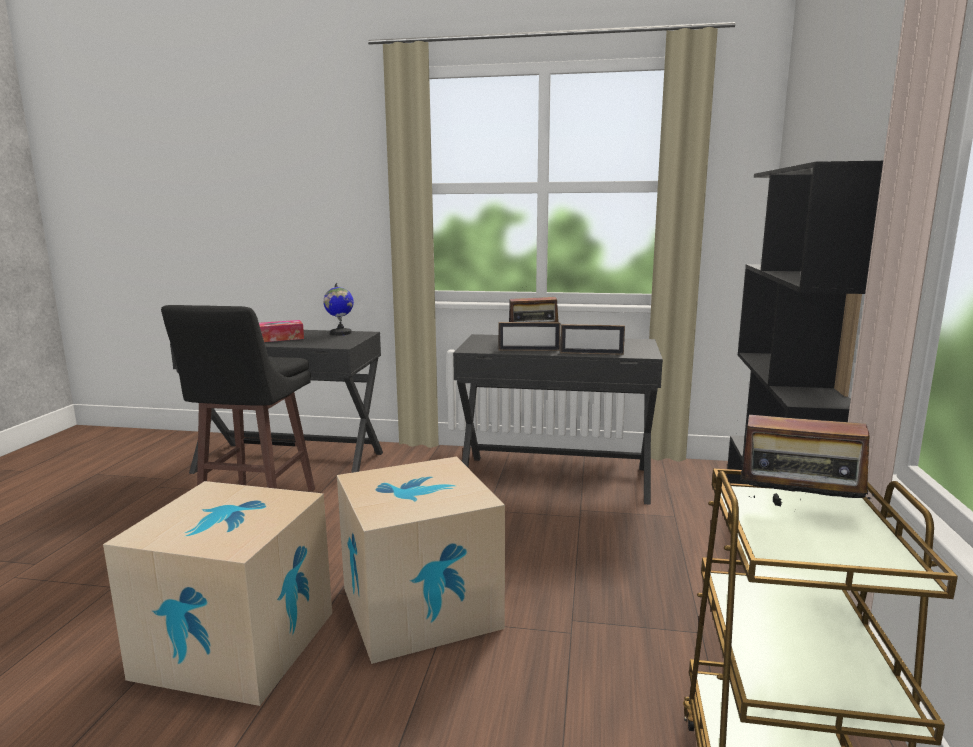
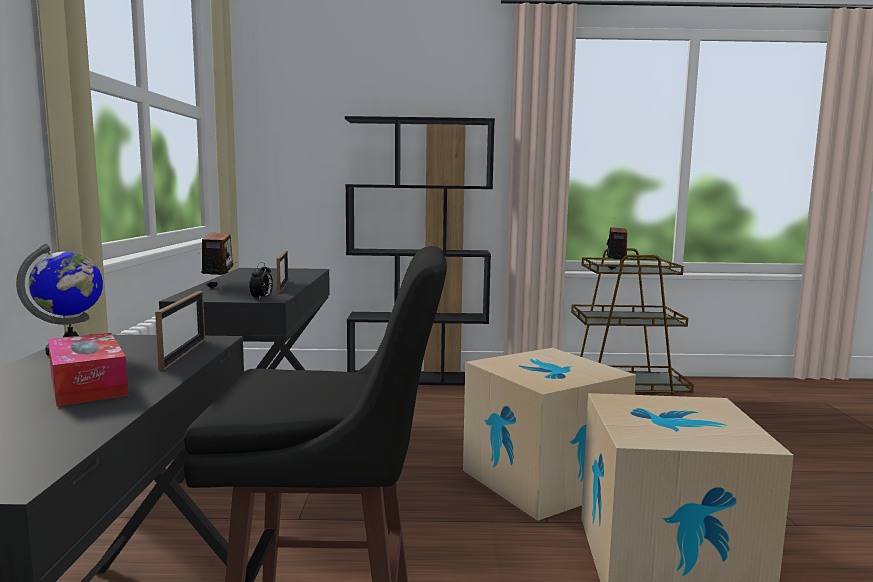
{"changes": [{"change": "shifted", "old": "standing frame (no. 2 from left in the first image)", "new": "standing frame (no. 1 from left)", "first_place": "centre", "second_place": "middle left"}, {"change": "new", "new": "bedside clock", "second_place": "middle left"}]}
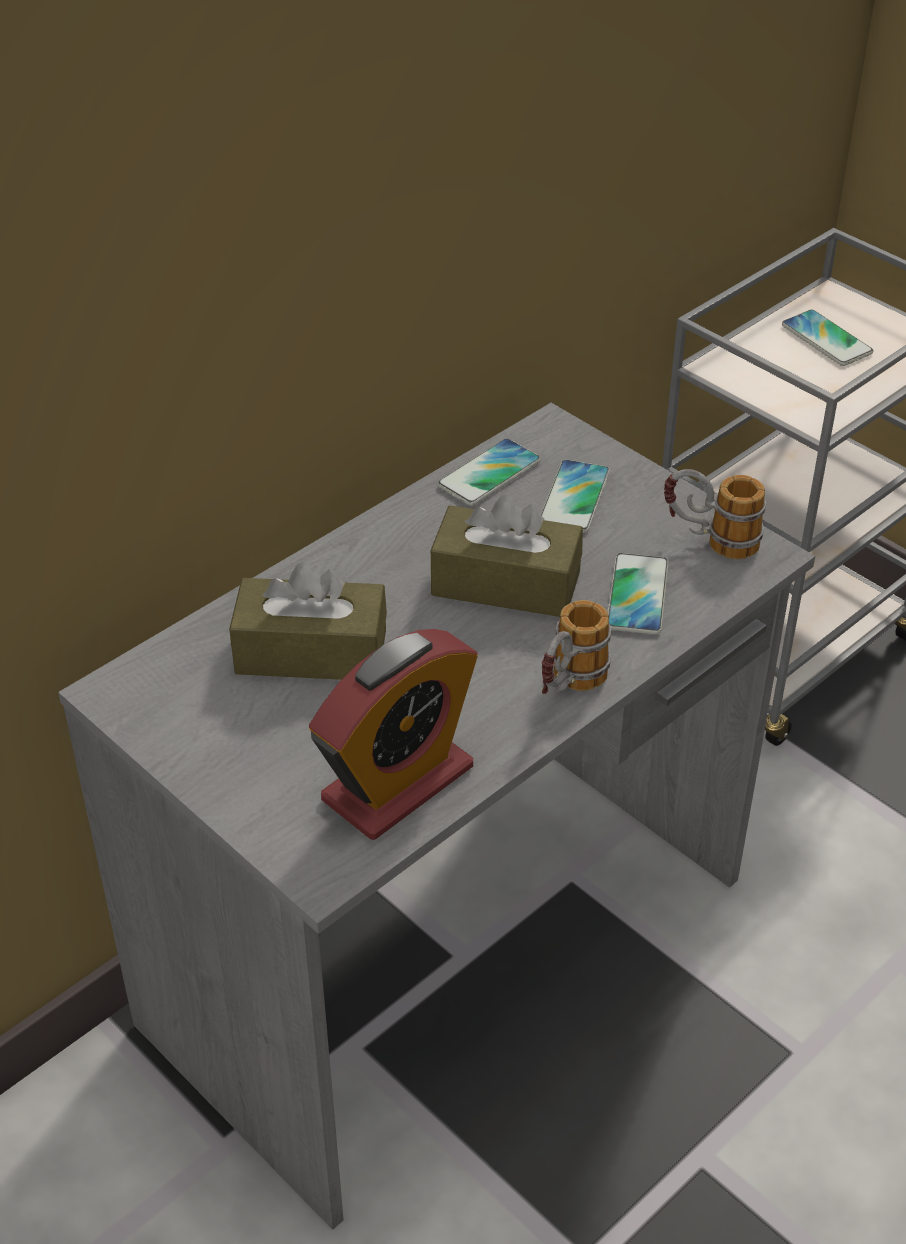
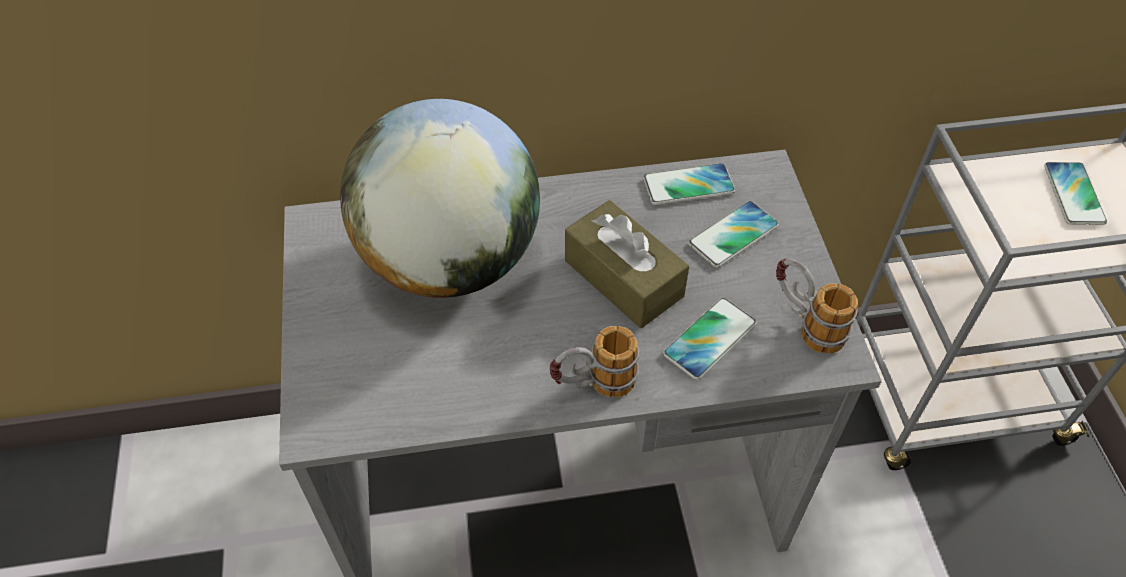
{"changes": [{"change": "swapped", "old": "brown tissue holder (no. 1 from left)", "new": "globe", "first_place": "centre", "second_place": "centre"}, {"change": "gone", "old": "bedside clock", "first_place": "centre"}]}
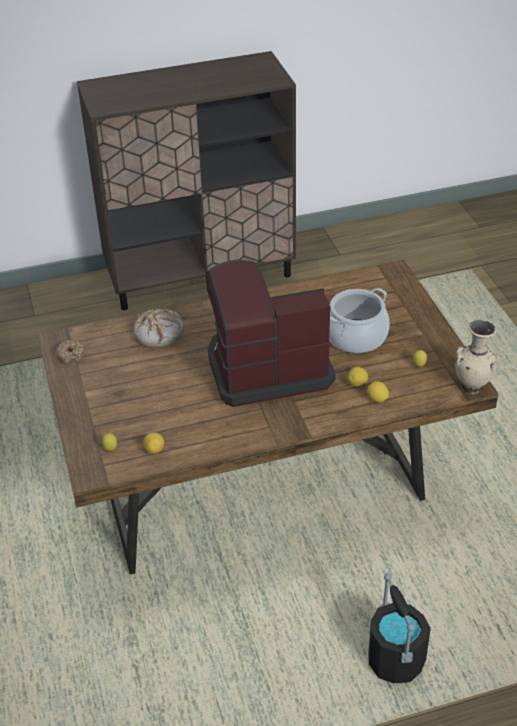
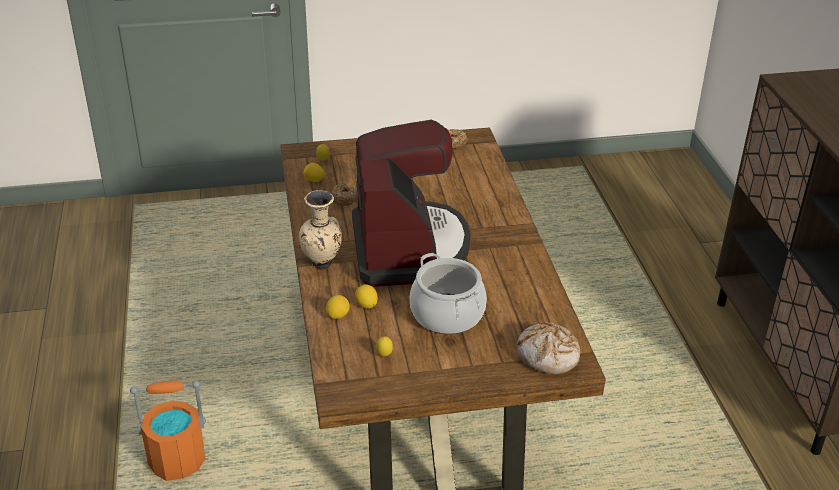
{"changes": [{"change": "shifted", "old": "bread", "first_place": "middle left", "second_place": "bottom centre"}, {"change": "shifted", "old": "beige vase", "first_place": "middle right", "second_place": "centre"}, {"change": "repainted", "old": "black bucket", "new": "orangey bucket", "first_place": "bottom right", "second_place": "bottom left"}, {"change": "new", "new": "doughnut (no. 1 from left)", "second_place": "centre"}]}
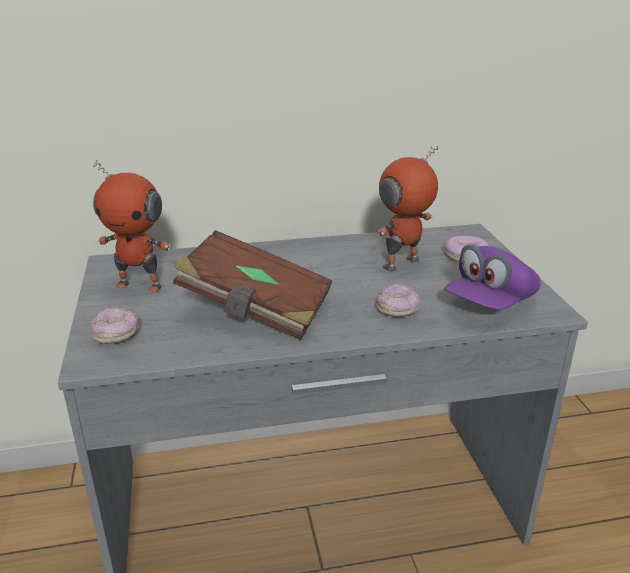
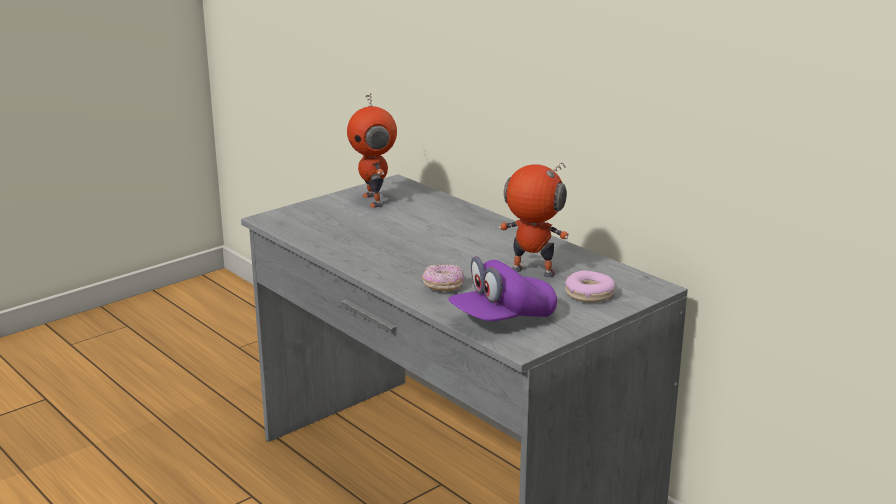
{"changes": [{"change": "gone", "old": "brown book", "first_place": "centre"}, {"change": "rotated", "old": "purple-coloured cap", "first_place": "middle right", "second_place": "centre", "degrees": -45}, {"change": "gone", "old": "doughnut (no. 1 from left)", "first_place": "middle left"}]}
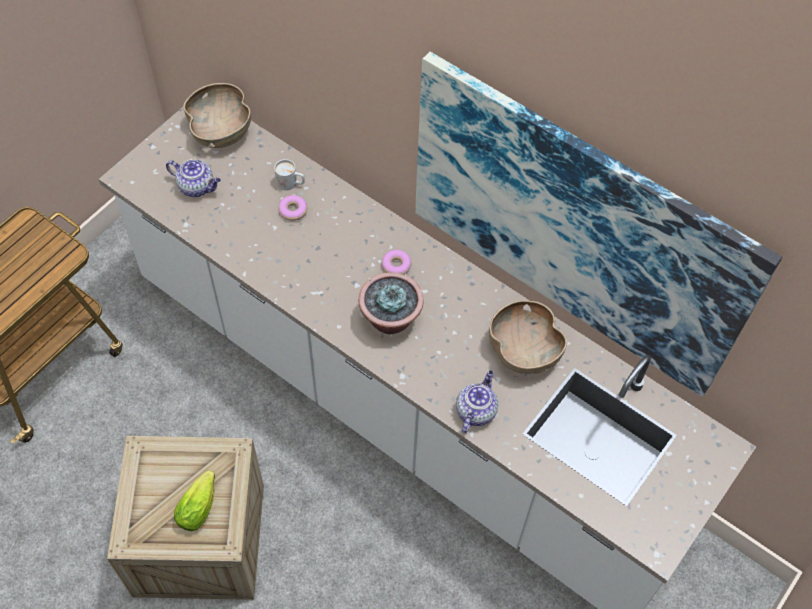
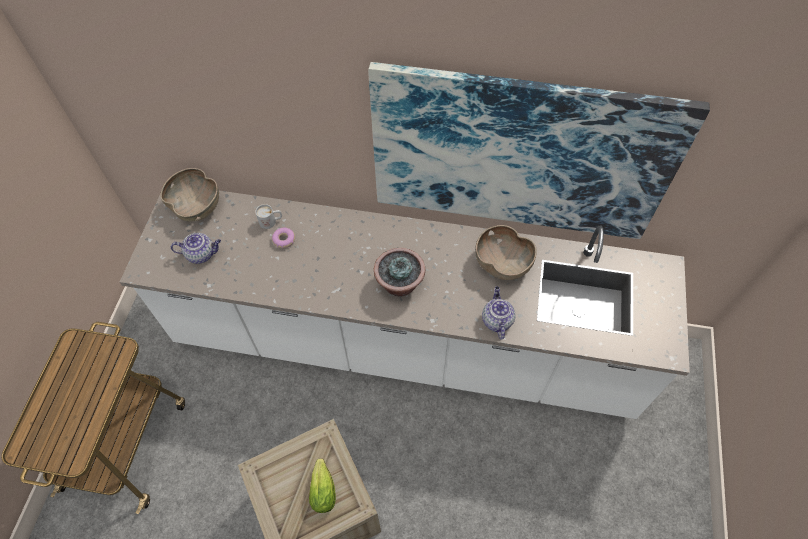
{"changes": [{"change": "gone", "old": "doughnut (no. 2 from left)", "first_place": "centre"}]}
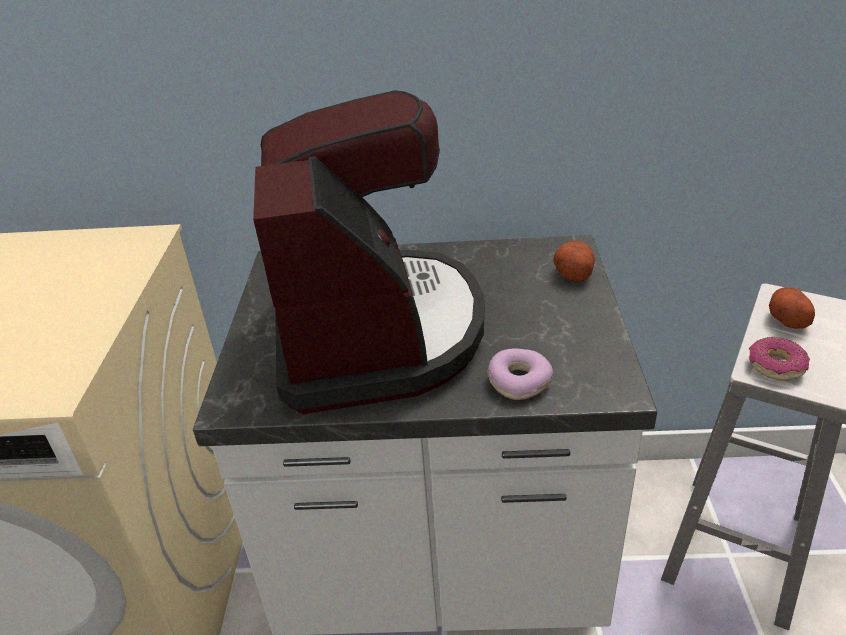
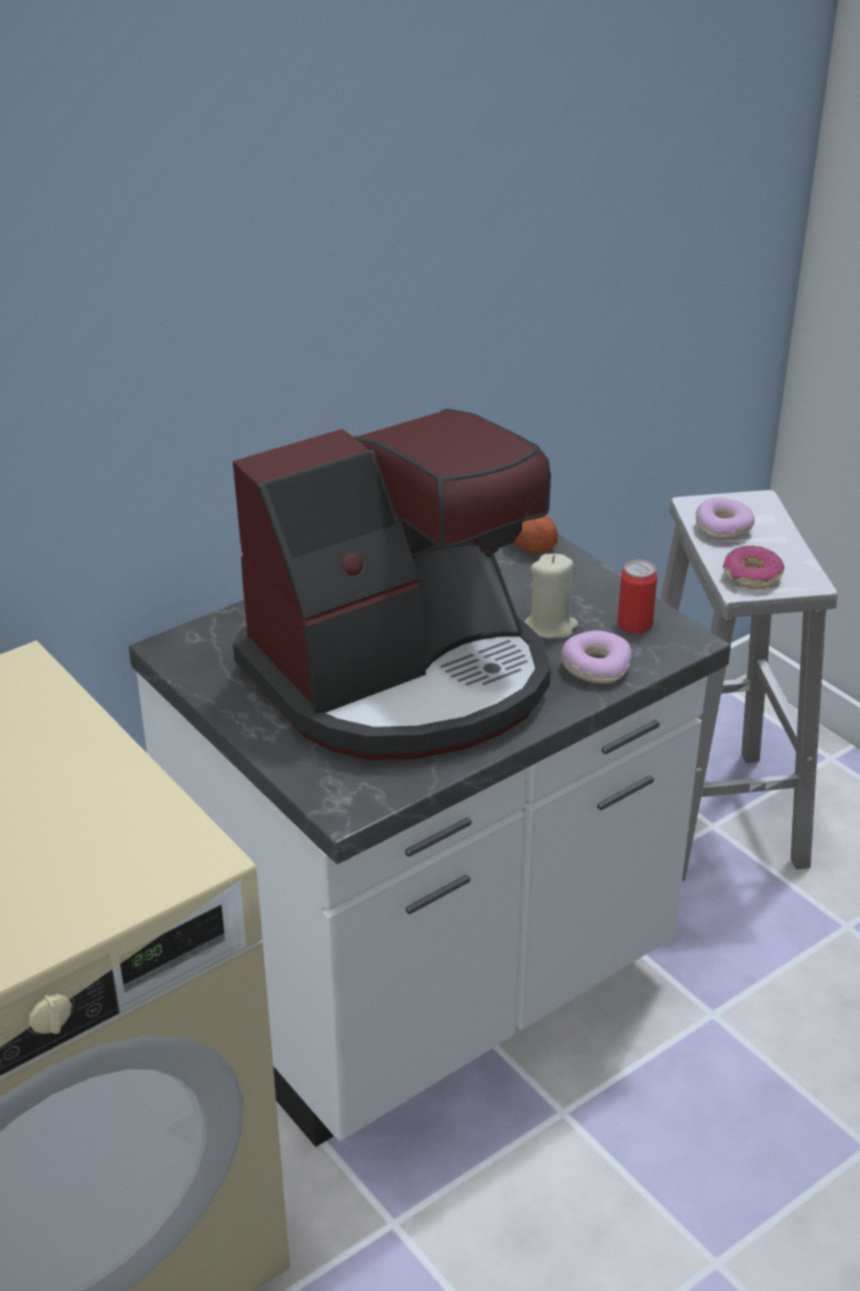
{"changes": [{"change": "rotated", "old": "coffee machine", "first_place": "centre", "second_place": "centre", "degrees": 105}, {"change": "swapped", "old": "spud (no. 2 from left)", "new": "doughnut (no. 2 from left)", "first_place": "middle right", "second_place": "middle right"}, {"change": "new", "new": "beige wax candle", "second_place": "centre"}, {"change": "new", "new": "can", "second_place": "middle right"}]}
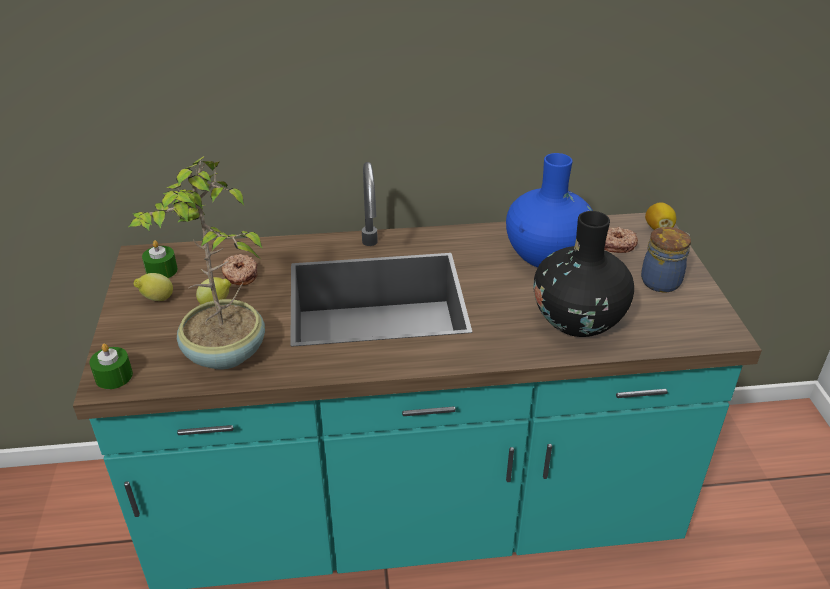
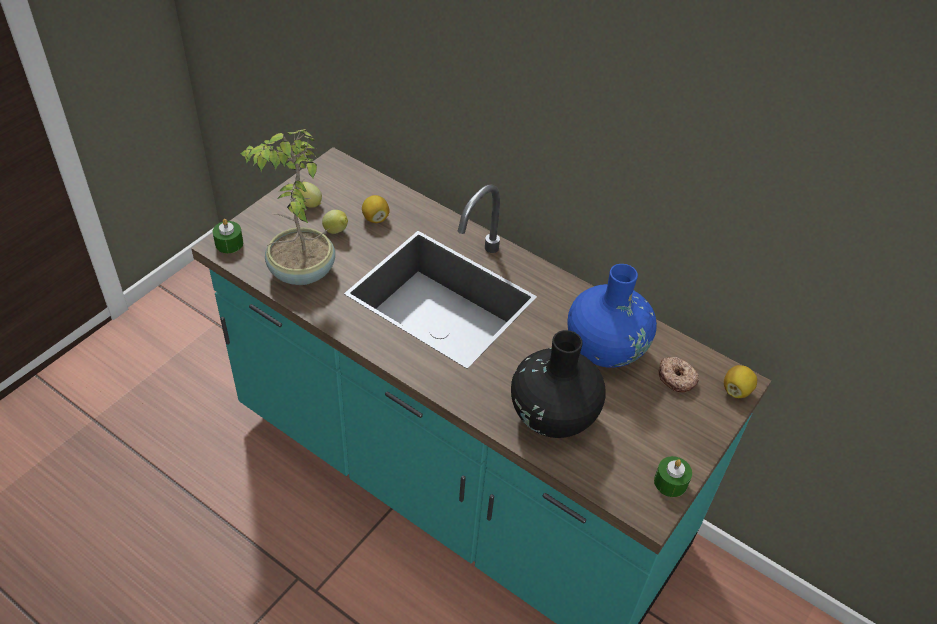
{"changes": [{"change": "gone", "old": "preserve jar", "first_place": "middle right"}, {"change": "shifted", "old": "greenish wax candle (no. 2 from left)", "first_place": "middle left", "second_place": "bottom right"}, {"change": "swapped", "old": "doughnut (no. 1 from left)", "new": "lemon (no. 3 from left)", "first_place": "middle left", "second_place": "centre"}]}
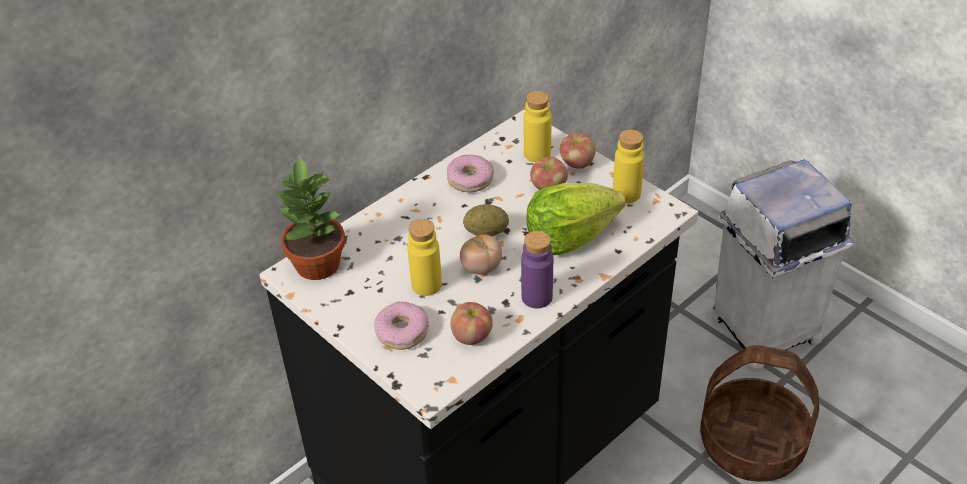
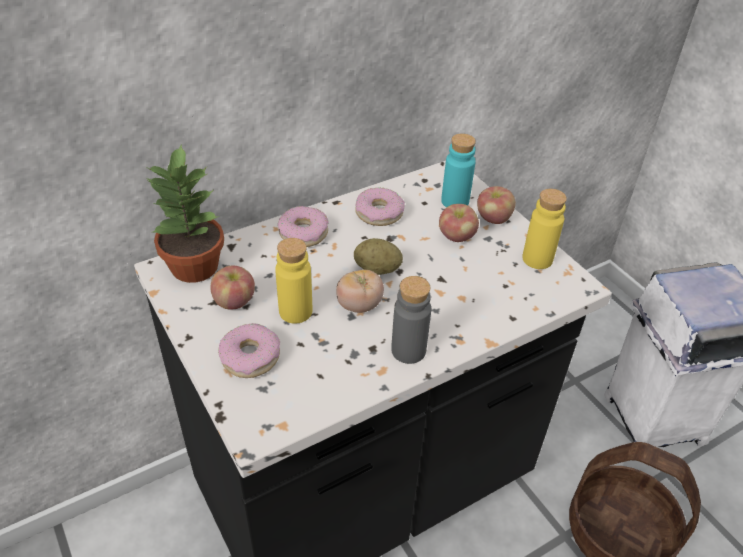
{"changes": [{"change": "repainted", "old": "yellowish beverage bottle (no. 2 from left)", "new": "blue-green beverage bottle", "first_place": "top centre", "second_place": "top centre"}, {"change": "gone", "old": "head of lettuce", "first_place": "centre"}, {"change": "repainted", "old": "purple-coloured beverage bottle", "new": "grey beverage bottle", "first_place": "centre", "second_place": "centre"}, {"change": "shifted", "old": "apple fruit (no. 1 from left)", "first_place": "bottom centre", "second_place": "middle left"}, {"change": "new", "new": "doughnut (no. 2 from left)", "second_place": "centre"}]}
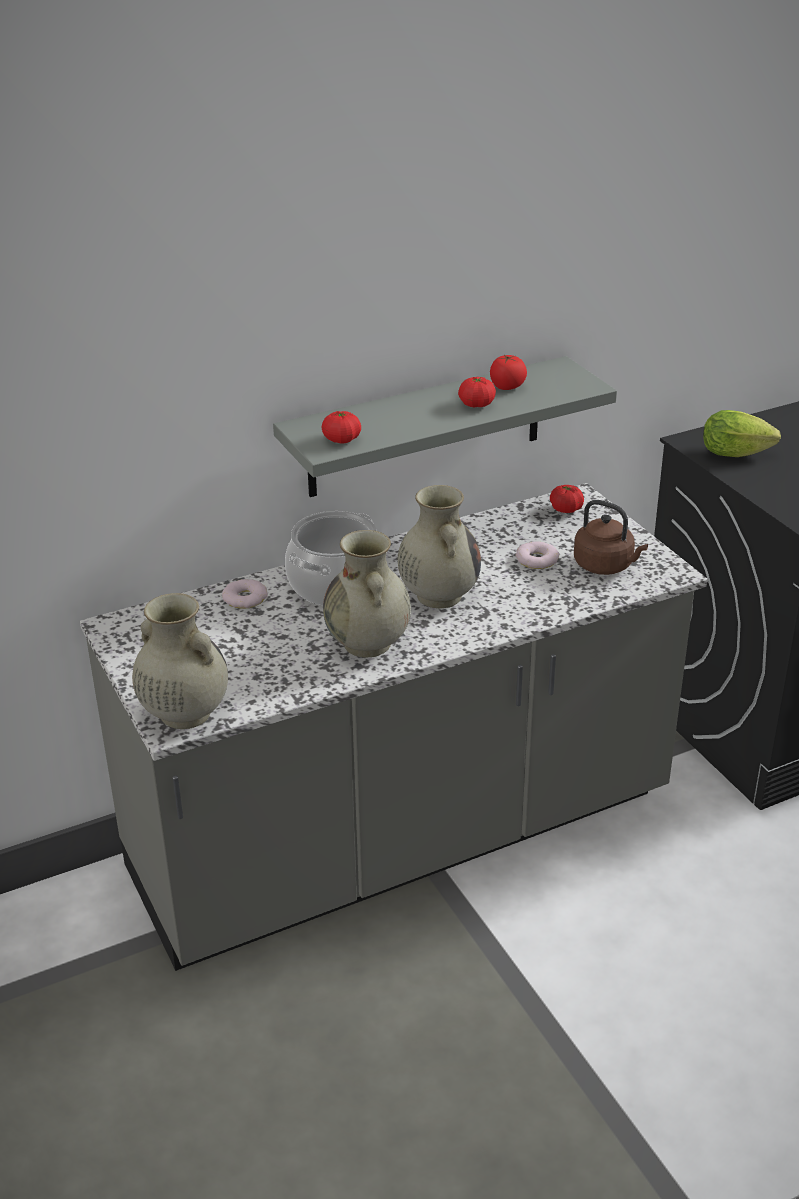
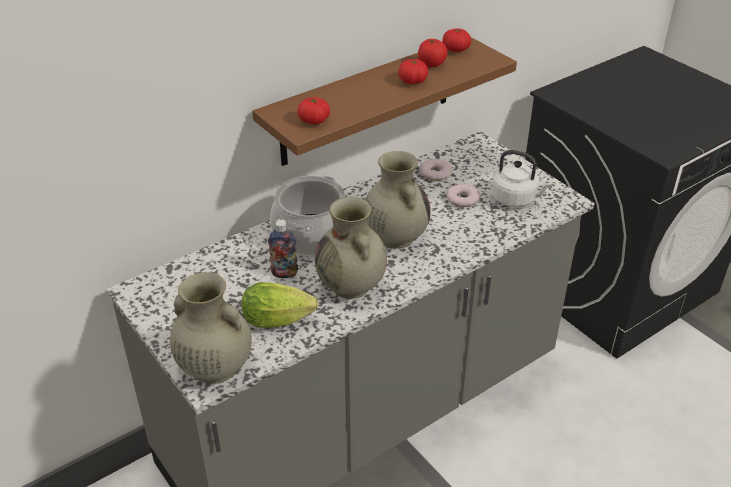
{"changes": [{"change": "repainted", "old": "grey shelf", "new": "brown shelf", "first_place": "centre", "second_place": "top centre"}, {"change": "shifted", "old": "head of lettuce", "first_place": "middle right", "second_place": "centre"}, {"change": "shifted", "old": "tomato (no. 4 from left)", "first_place": "middle right", "second_place": "top centre"}, {"change": "repainted", "old": "brown tea kettle", "new": "white tea kettle", "first_place": "middle right", "second_place": "middle right"}, {"change": "shifted", "old": "doughnut (no. 1 from left)", "first_place": "middle left", "second_place": "centre"}, {"change": "new", "new": "beverage bottle", "second_place": "centre"}]}
